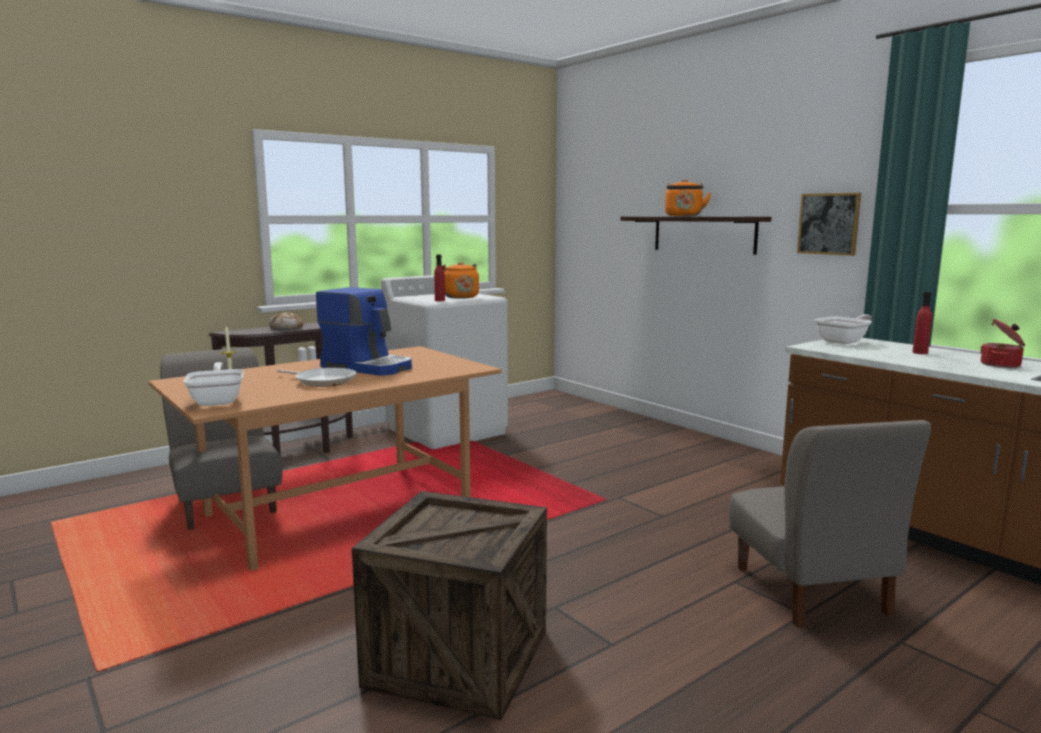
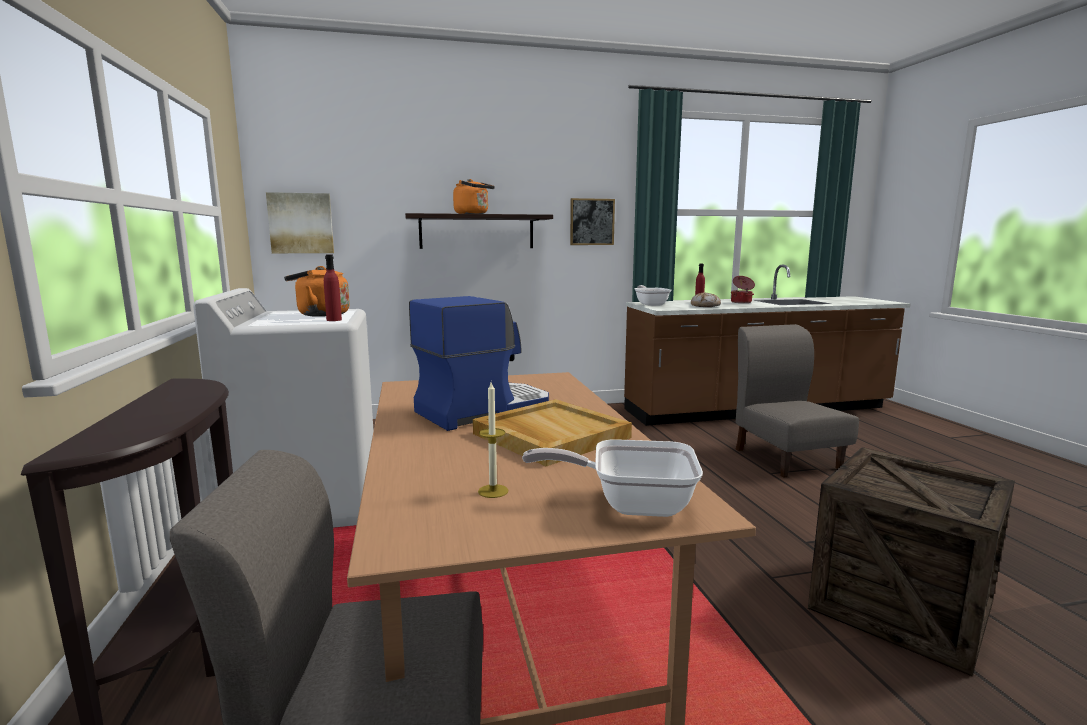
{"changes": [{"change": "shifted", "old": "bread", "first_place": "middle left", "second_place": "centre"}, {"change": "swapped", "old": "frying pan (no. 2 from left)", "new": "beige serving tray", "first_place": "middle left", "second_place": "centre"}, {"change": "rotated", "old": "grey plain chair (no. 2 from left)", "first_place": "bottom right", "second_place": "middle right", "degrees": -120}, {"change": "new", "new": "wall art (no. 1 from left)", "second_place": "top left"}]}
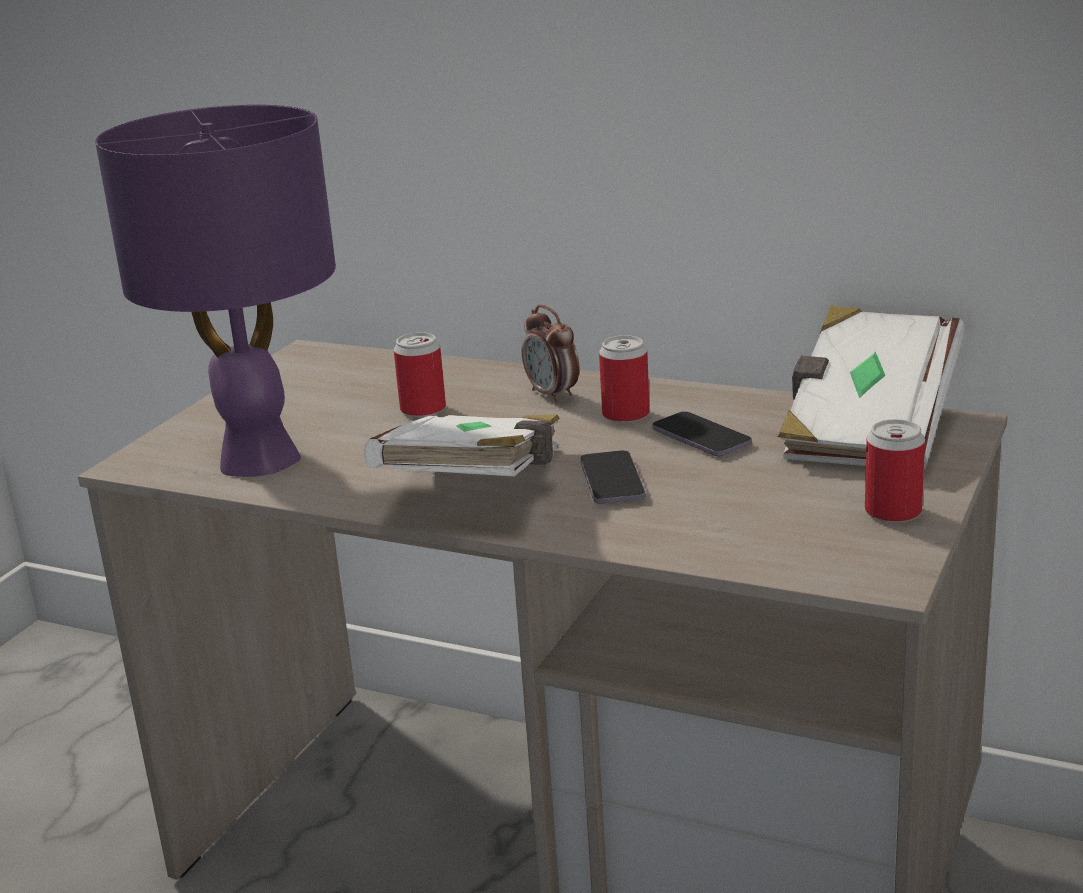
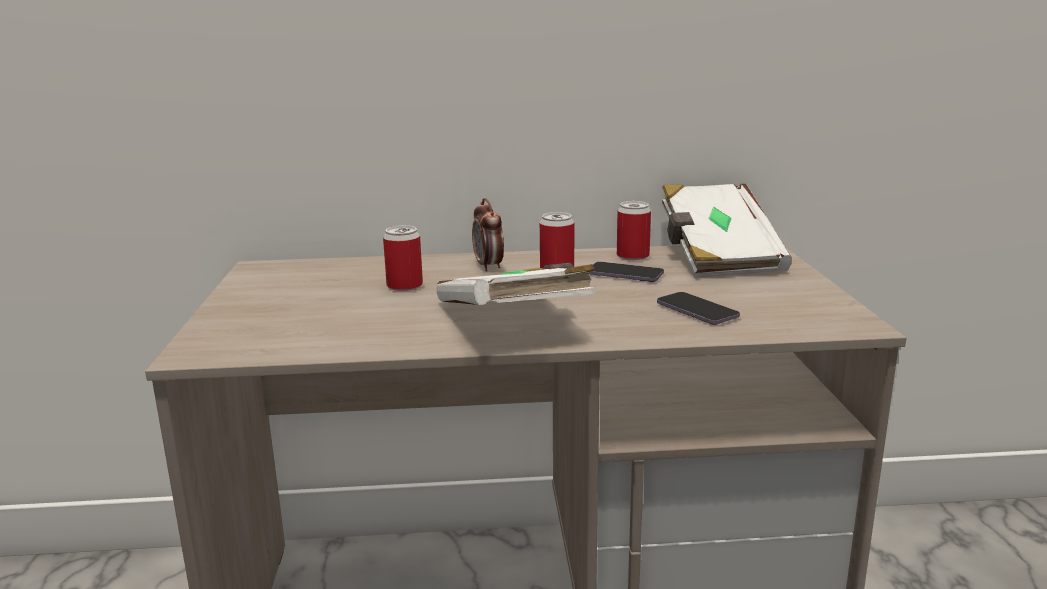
{"changes": [{"change": "gone", "old": "purple-coloured lamp for a table", "first_place": "top left"}, {"change": "rotated", "old": "bedside clock", "first_place": "centre", "second_place": "centre", "degrees": 45}, {"change": "shifted", "old": "can (no. 3 from left)", "first_place": "middle right", "second_place": "centre"}, {"change": "shifted", "old": "telephone (no. 1 from left in the first image)", "new": "telephone (no. 2 from left)", "first_place": "centre", "second_place": "middle right"}]}
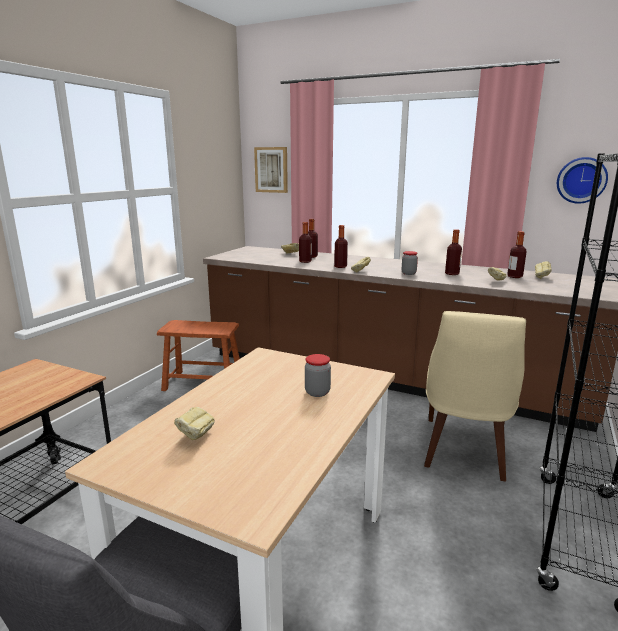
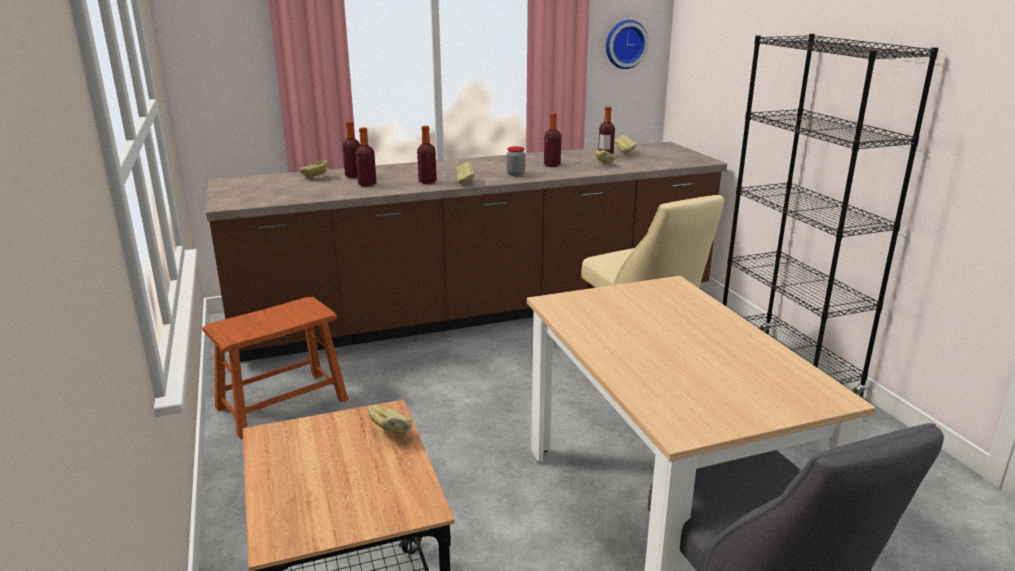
{"changes": [{"change": "gone", "old": "wall art", "first_place": "top centre"}, {"change": "gone", "old": "preserve jar (no. 1 from left)", "first_place": "centre"}, {"change": "shifted", "old": "bread (no. 1 from left in the first image)", "new": "bread (no. 2 from left)", "first_place": "bottom left", "second_place": "bottom centre"}]}
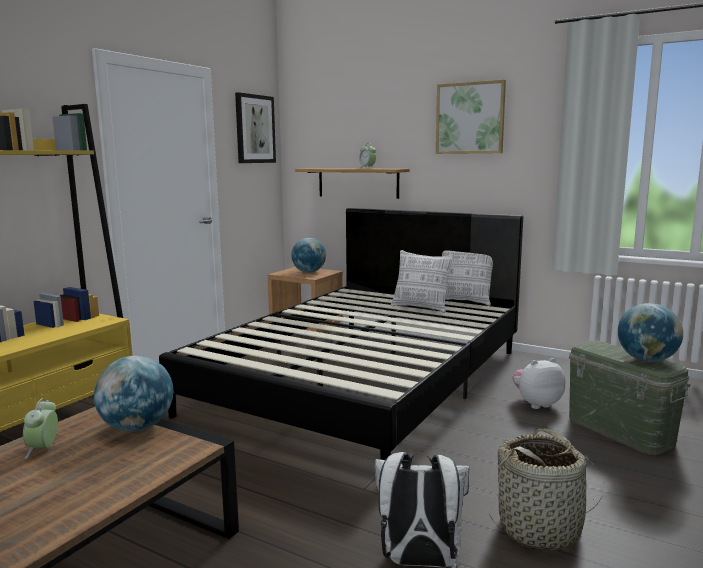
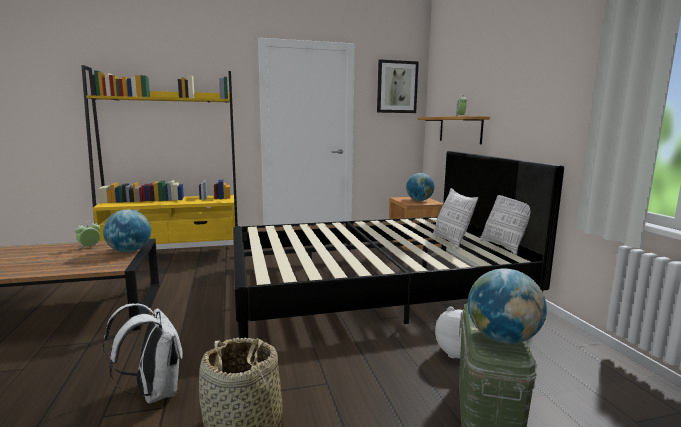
{"changes": [{"change": "gone", "old": "wall art (no. 2 from left)", "first_place": "top right"}]}
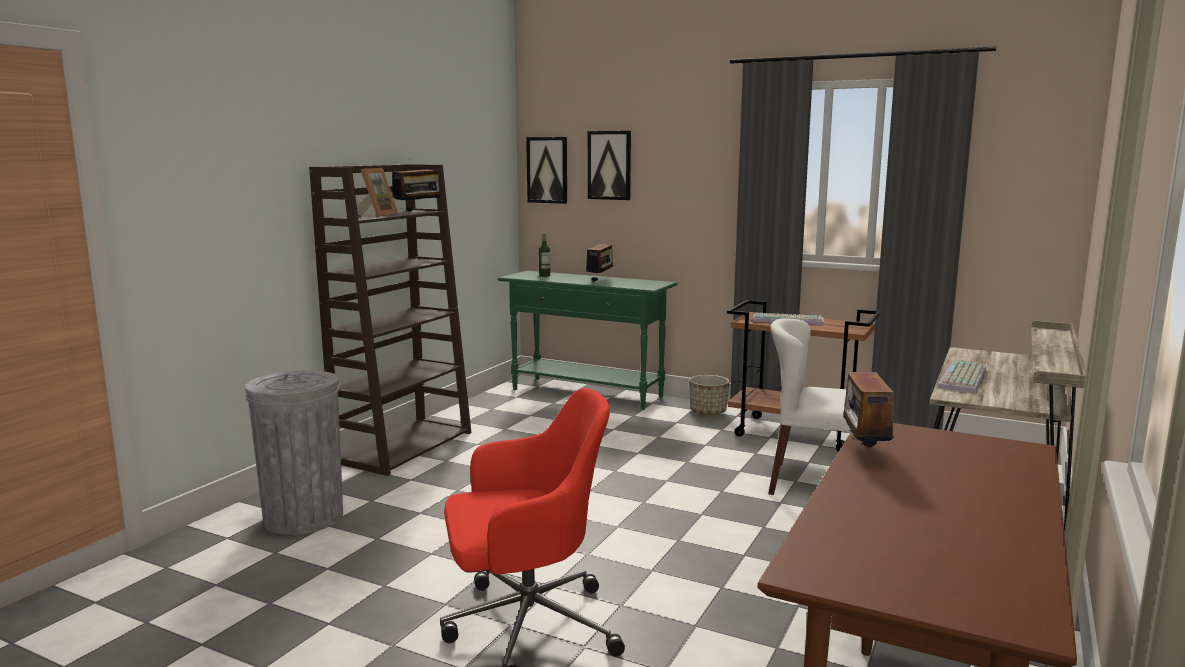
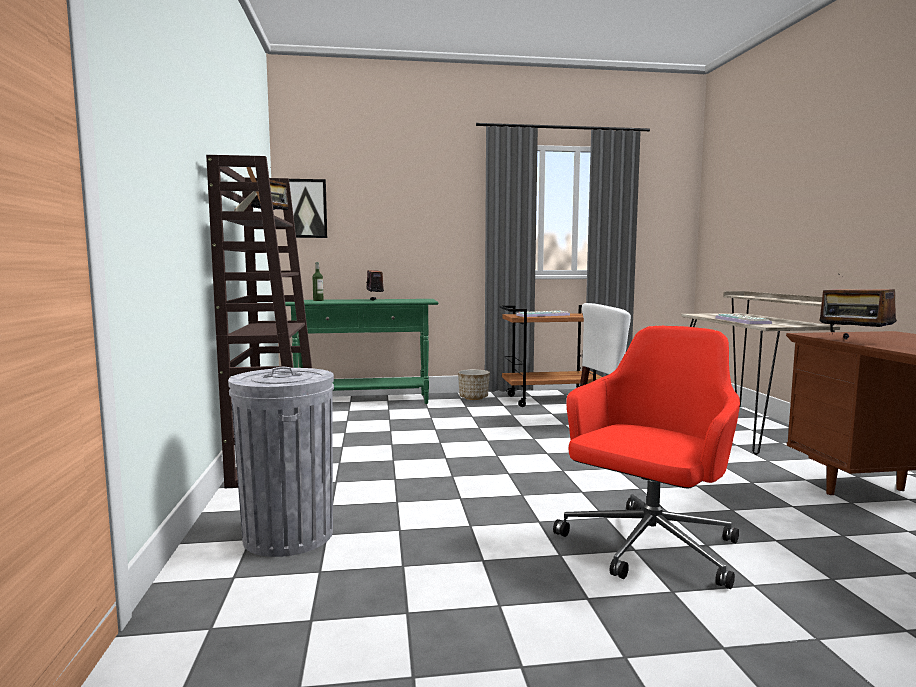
{"changes": [{"change": "gone", "old": "wall art (no. 2 from left)", "first_place": "top centre"}]}
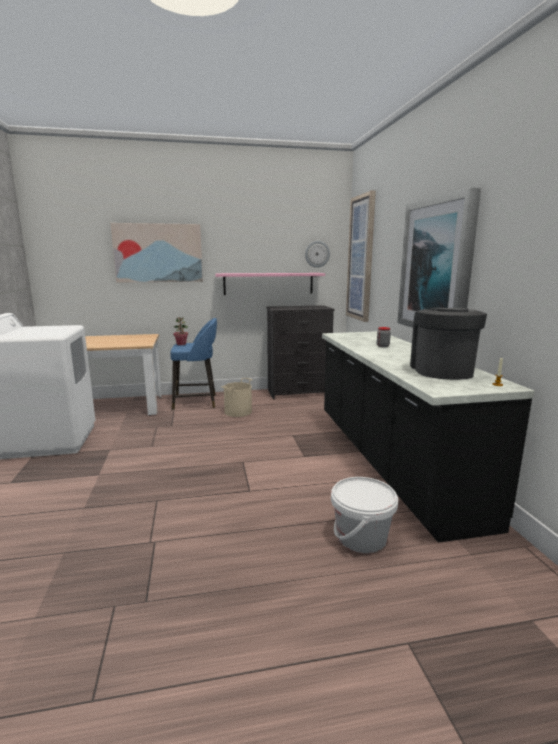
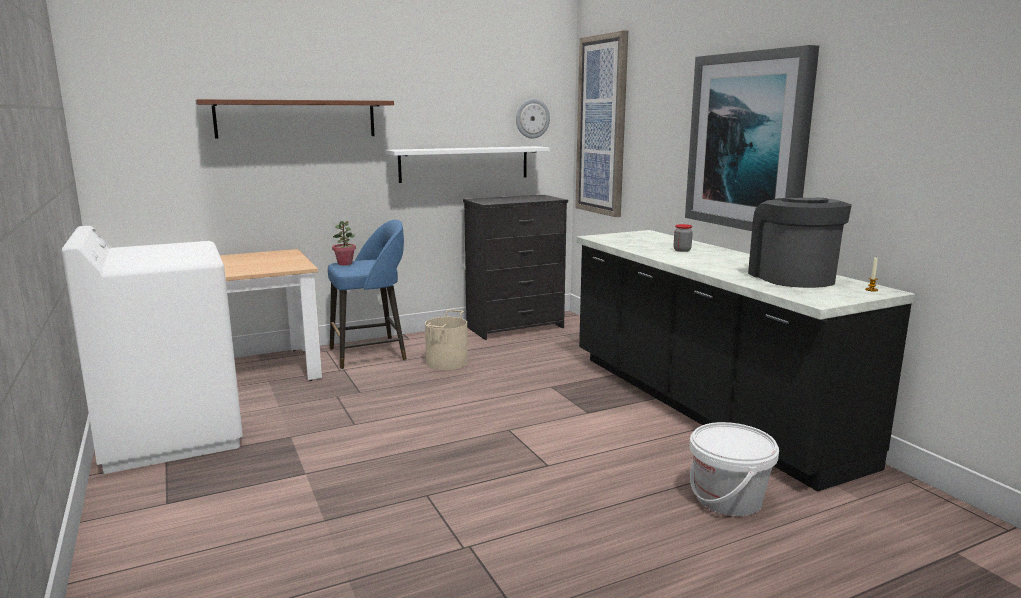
{"changes": [{"change": "swapped", "old": "wall art (no. 1 from left)", "new": "brown shelf", "first_place": "middle left", "second_place": "top left"}, {"change": "repainted", "old": "pink-coloured shelf", "new": "white shelf", "first_place": "centre", "second_place": "top centre"}]}
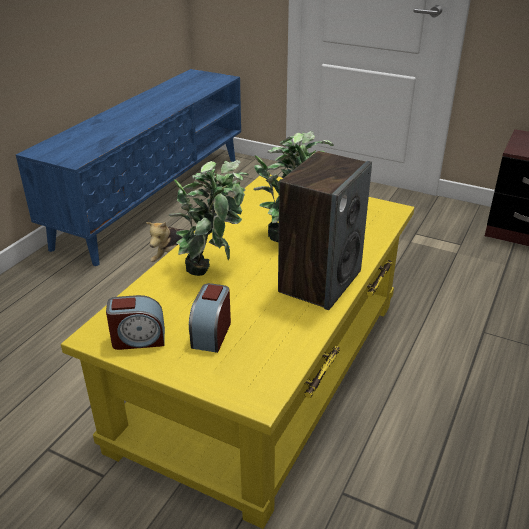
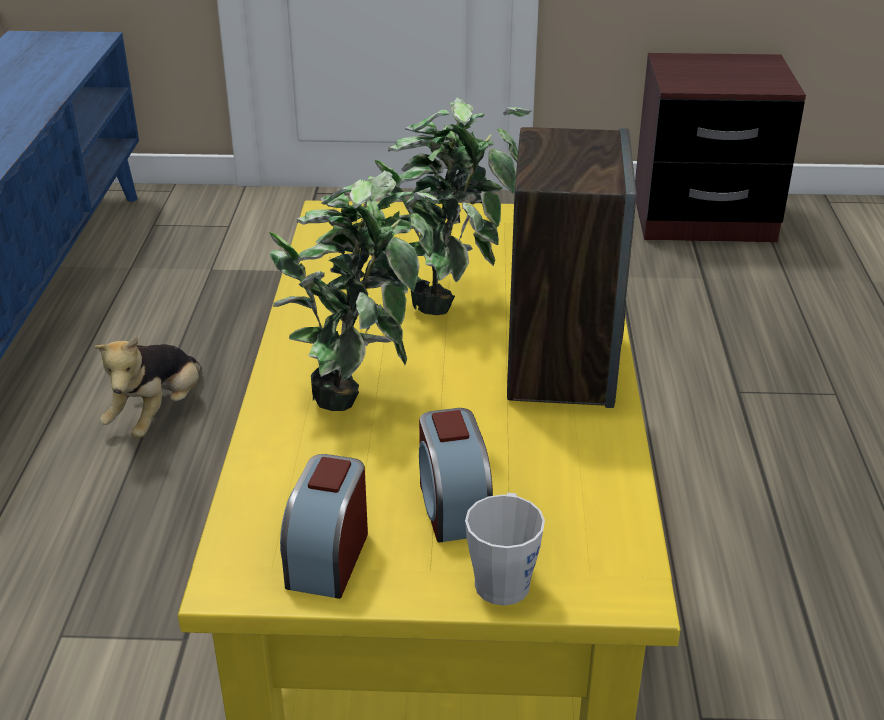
{"changes": [{"change": "rotated", "old": "bedside clock (no. 1 from left)", "first_place": "middle left", "second_place": "bottom centre", "degrees": 135}, {"change": "new", "new": "grey tea mug", "second_place": "bottom centre"}]}
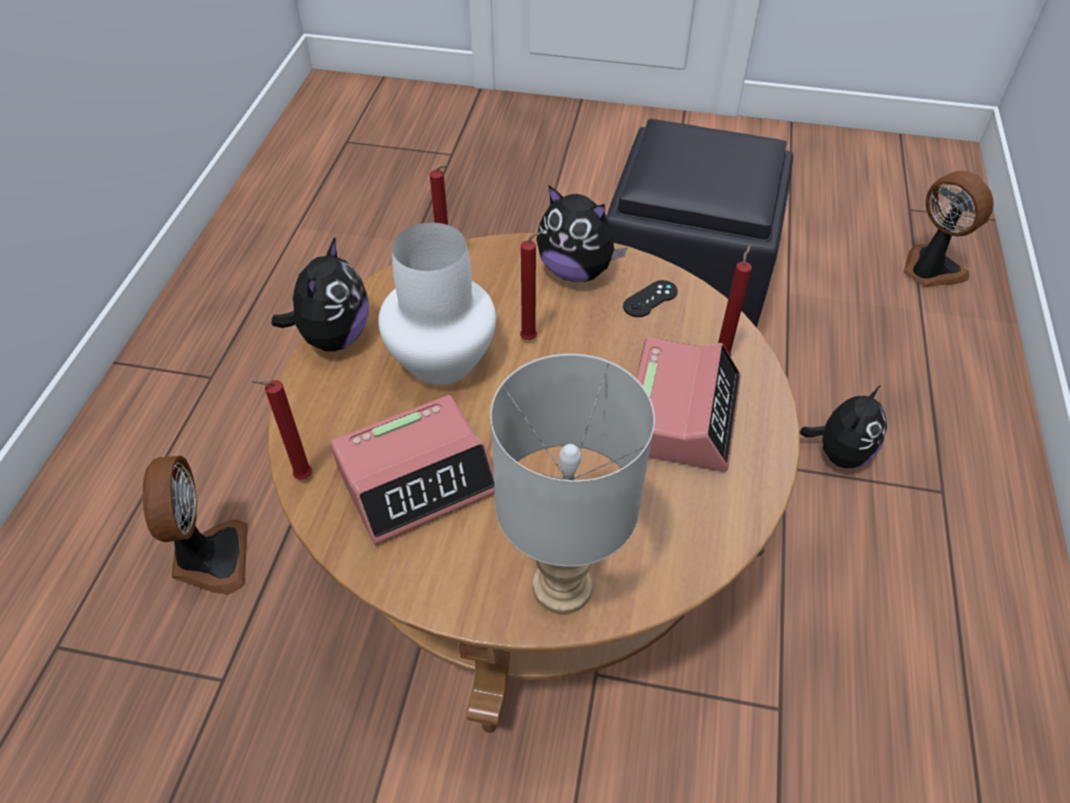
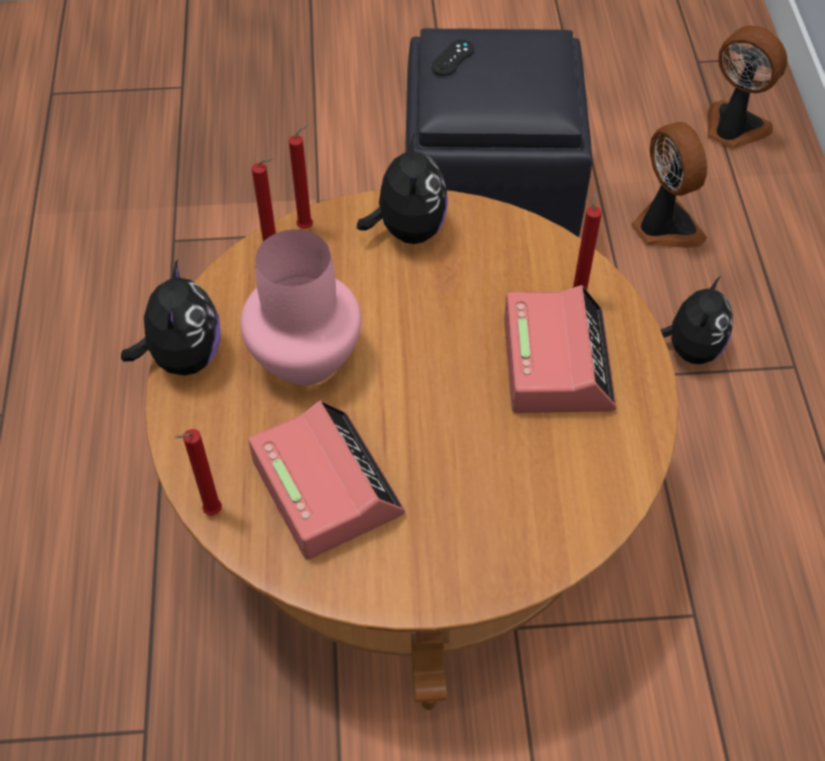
{"changes": [{"change": "rotated", "old": "cuddly toy (no. 2 from left)", "first_place": "top centre", "second_place": "top centre", "degrees": -105}, {"change": "repainted", "old": "white vase", "new": "pink-coloured vase", "first_place": "centre", "second_place": "centre"}, {"change": "shifted", "old": "red wax candle (no. 3 from left)", "first_place": "centre", "second_place": "top centre"}, {"change": "shifted", "old": "black joypad", "first_place": "centre", "second_place": "top centre"}, {"change": "gone", "old": "grey lamp for a table", "first_place": "centre"}, {"change": "rotated", "old": "bedside clock (no. 1 from left)", "first_place": "centre", "second_place": "centre", "degrees": -75}, {"change": "shifted", "old": "electric fan (no. 1 from left)", "first_place": "middle left", "second_place": "top right"}]}
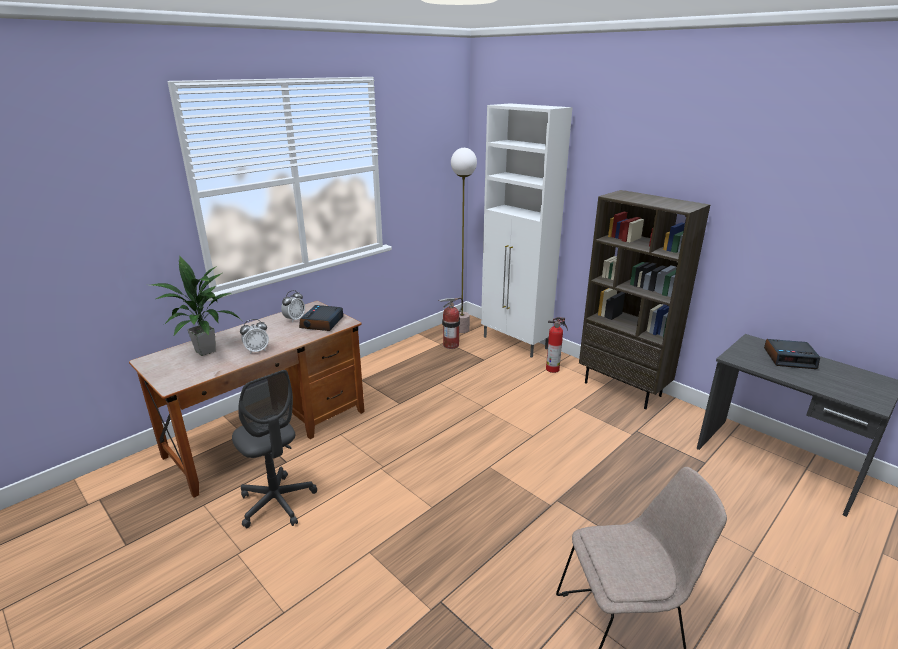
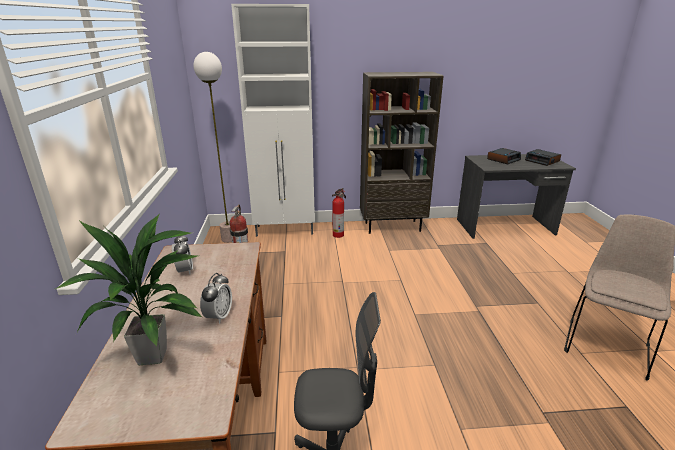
{"changes": [{"change": "shifted", "old": "bedside clock (no. 3 from left in the first image)", "new": "bedside clock (no. 4 from left)", "first_place": "centre", "second_place": "middle right"}]}
